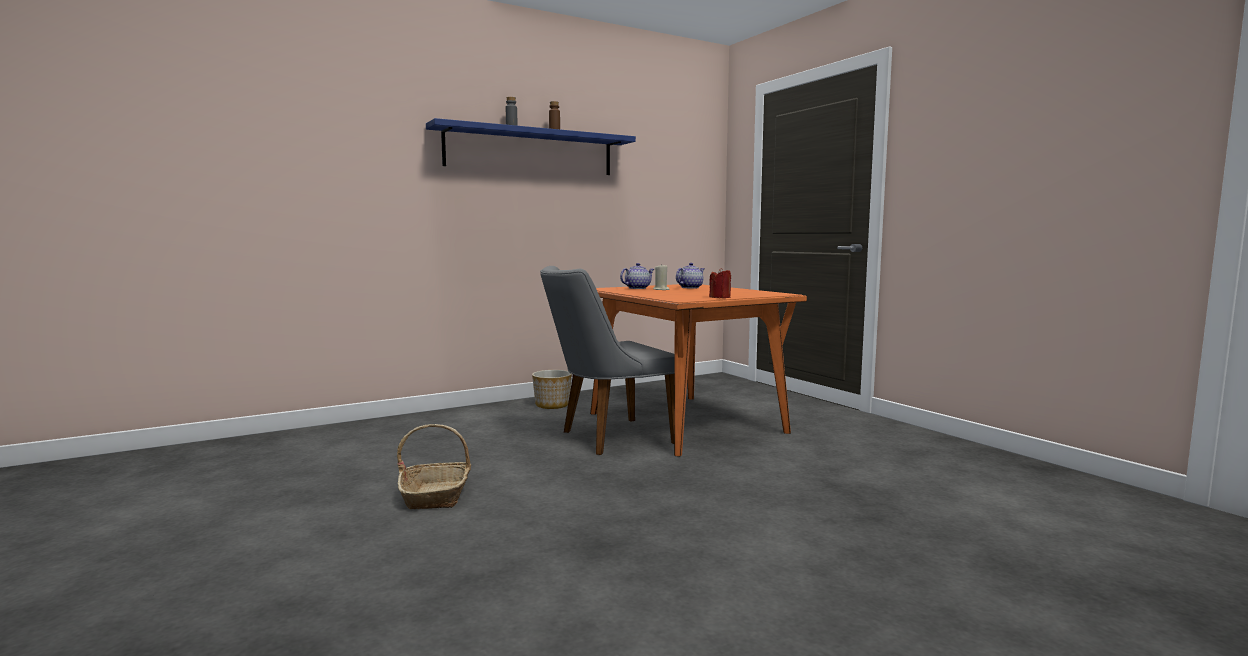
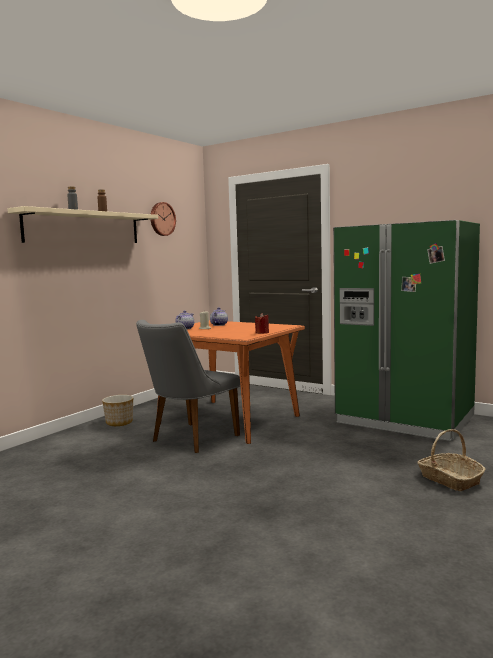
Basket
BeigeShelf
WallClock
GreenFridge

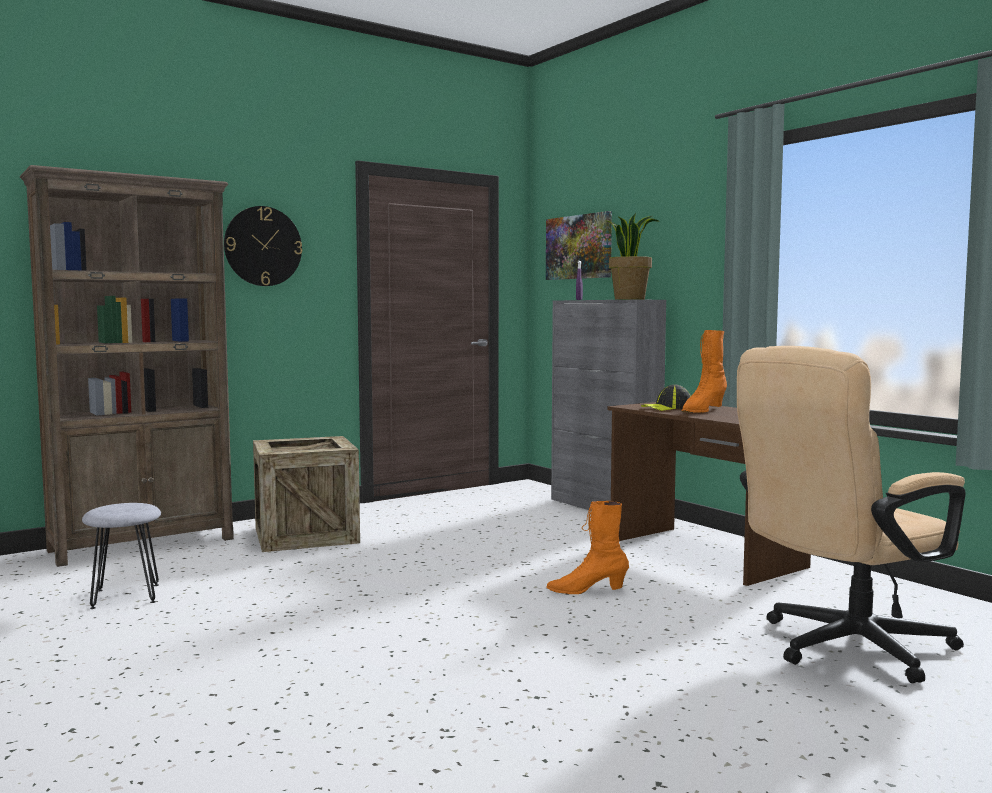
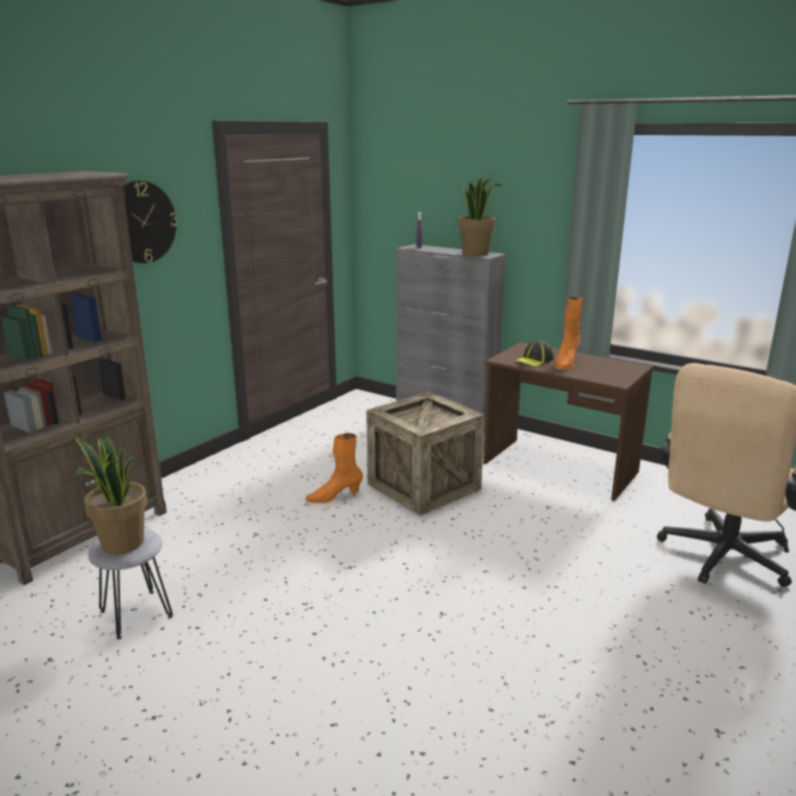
Crate
Picture
OrangeBoot (1st from left)
PottedPlant (1st from left)

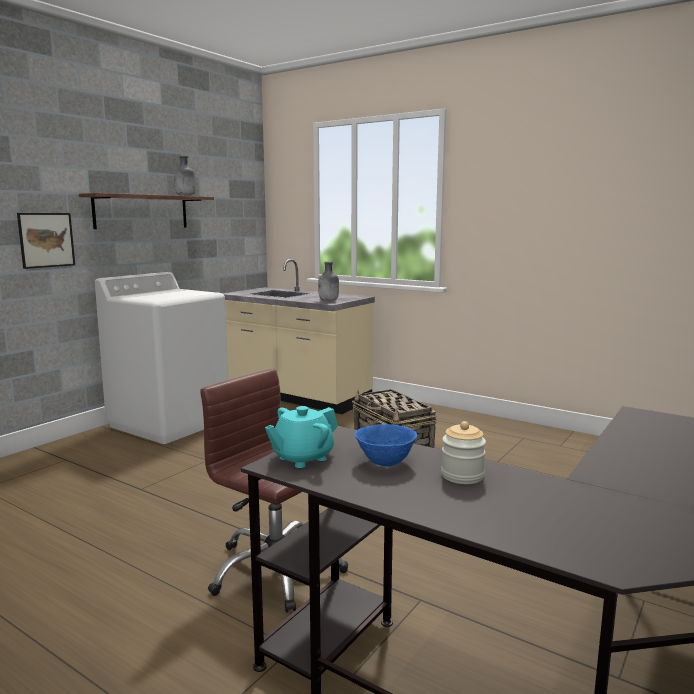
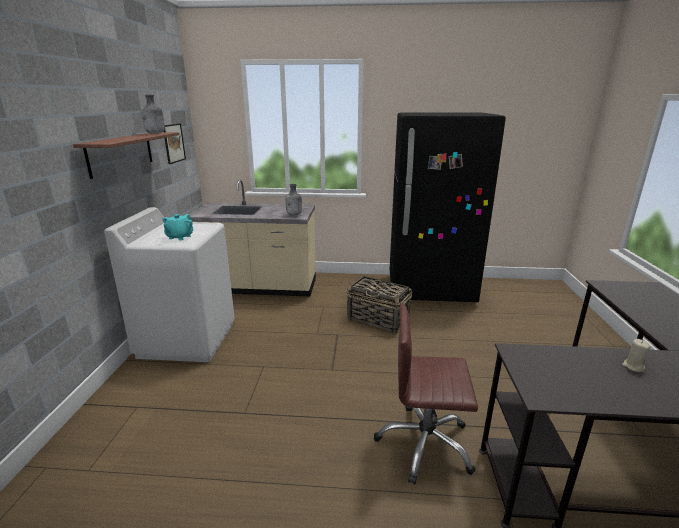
Picture
TurquoiseTeapot
BlueBowl
BeigeCandle
BlackFridge

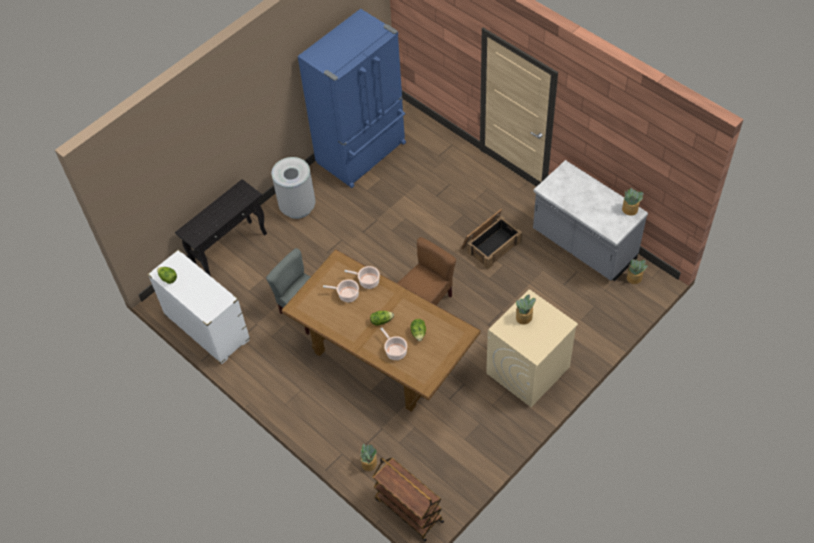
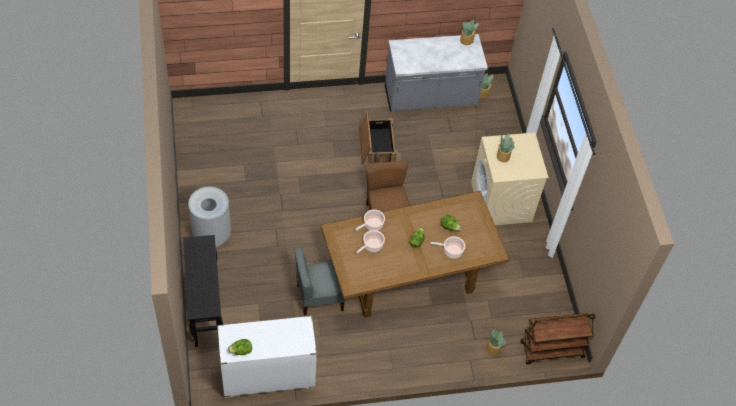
BlueFridge

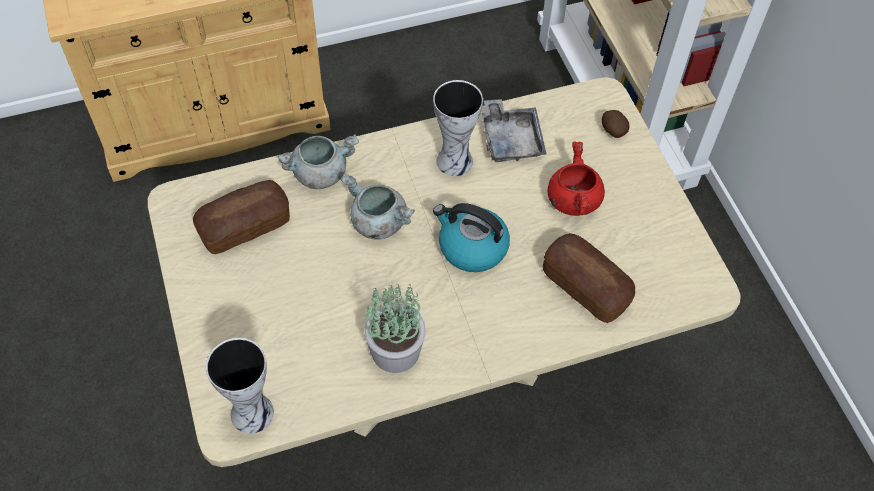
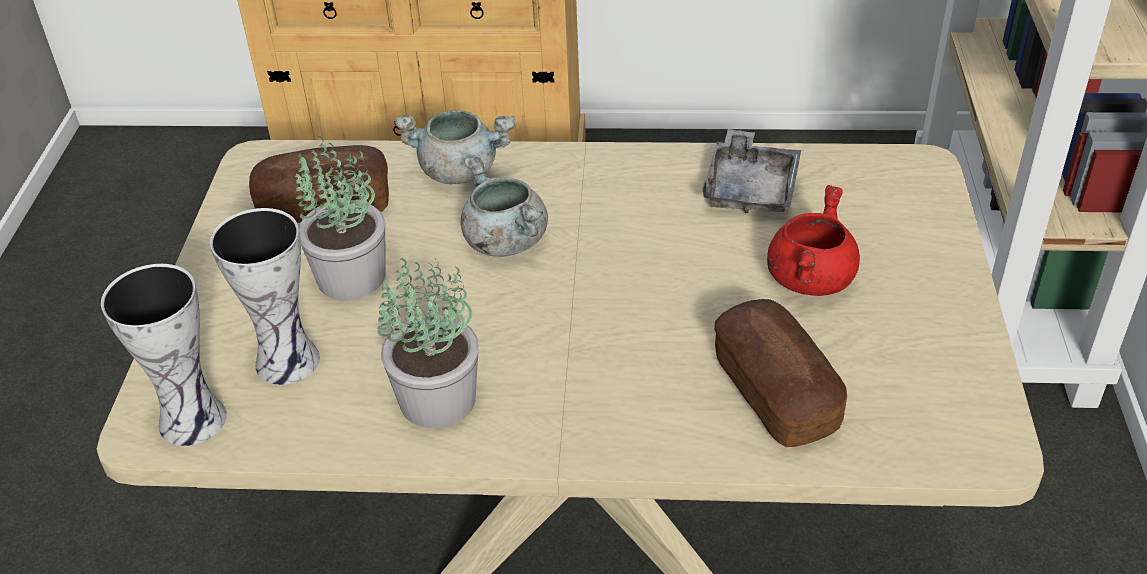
Vase (2nd from left)
Kettle
Potato
PottedPlant (1st from left)

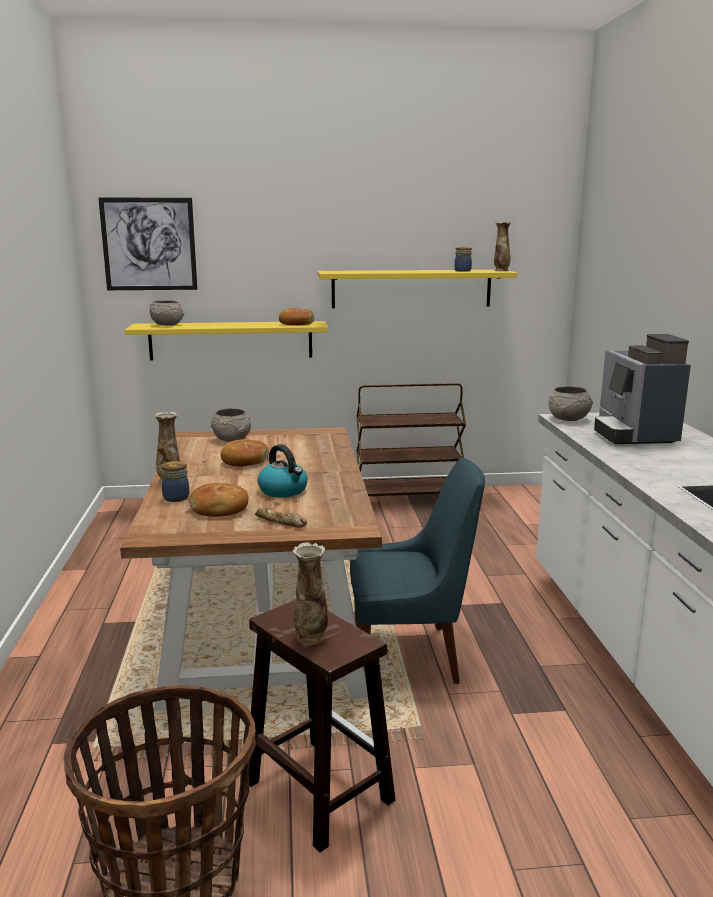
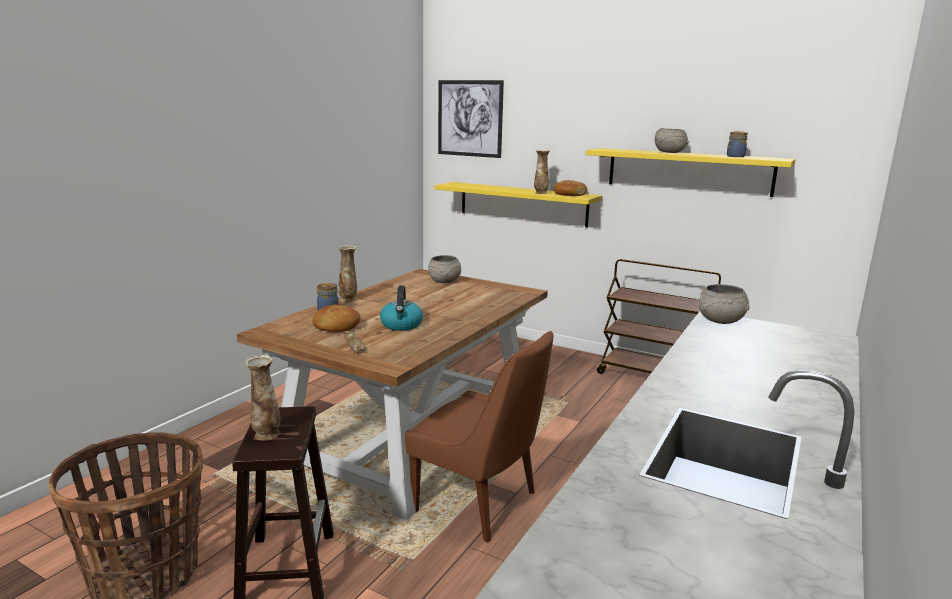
GreyBowl (2nd from left)
Bread (2nd from left in the first image)
BrownChair
Vase (3rd from left)
CoffeeMachine

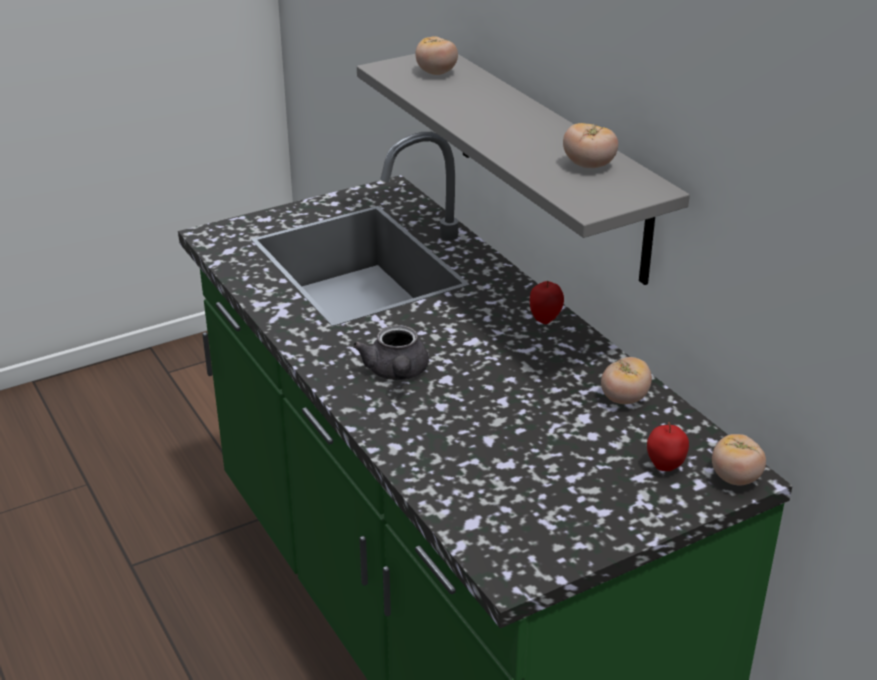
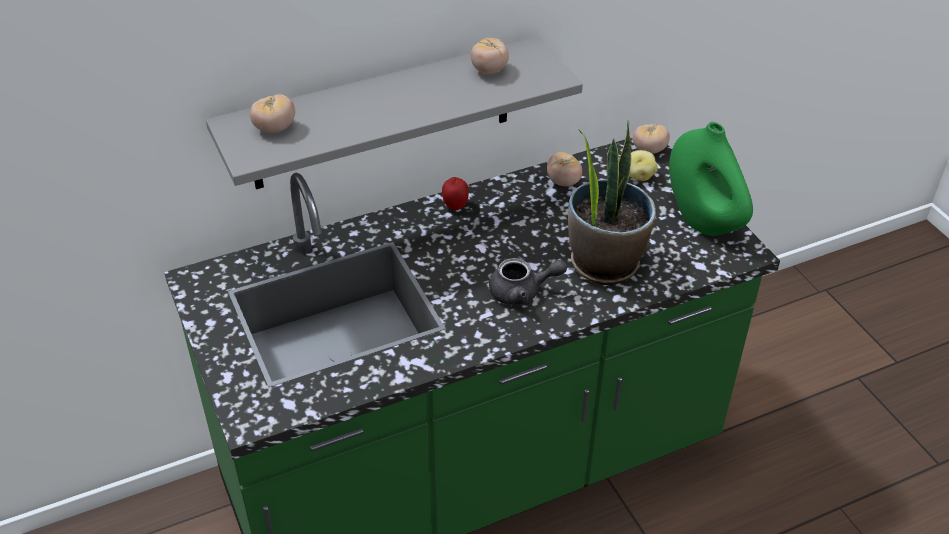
Potato
PottedPlant
GreenVase

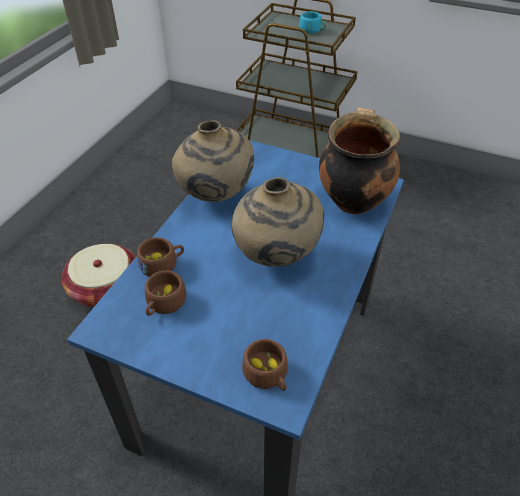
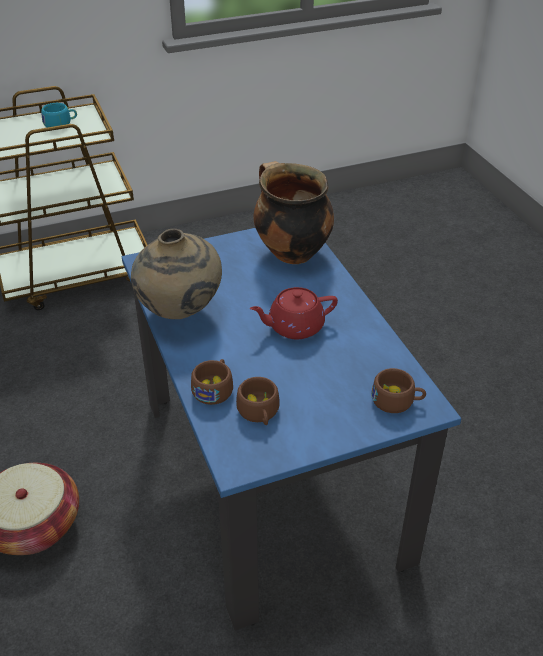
RedTeapot

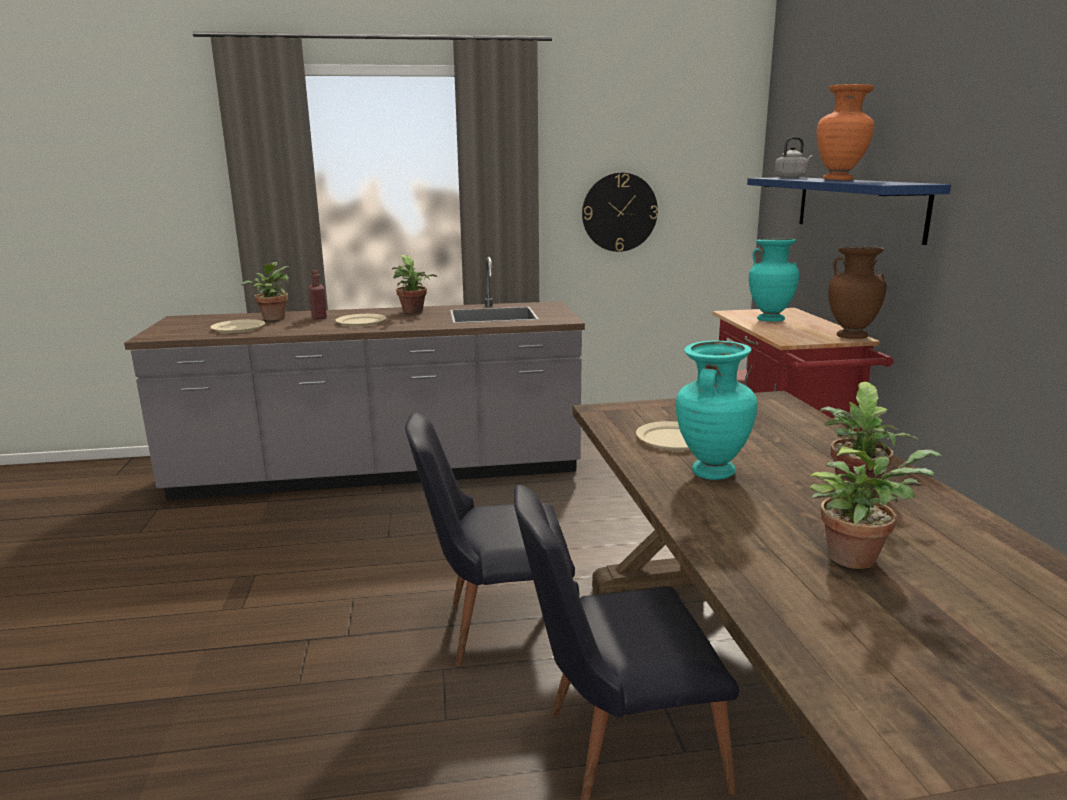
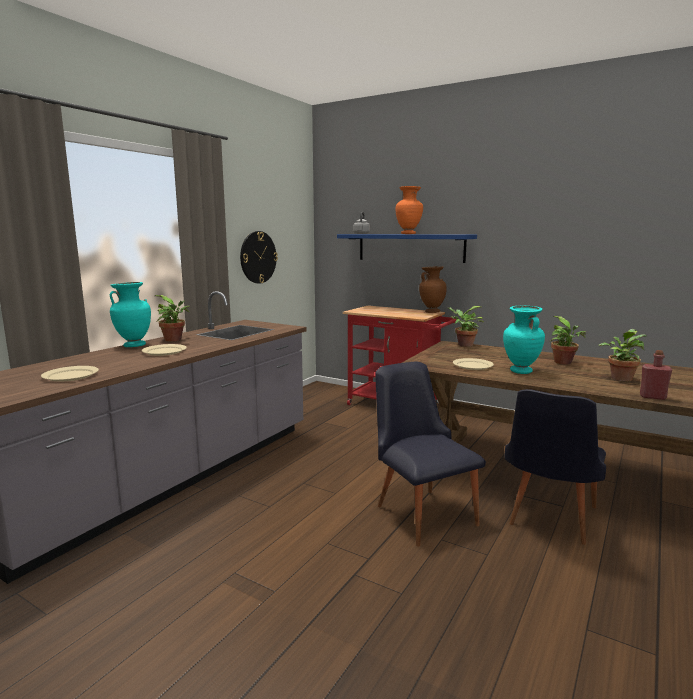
PottedPlant (2nd from left)
RedBottle
BlackChair (1st from left)
TurquoiseVase (1st from left)

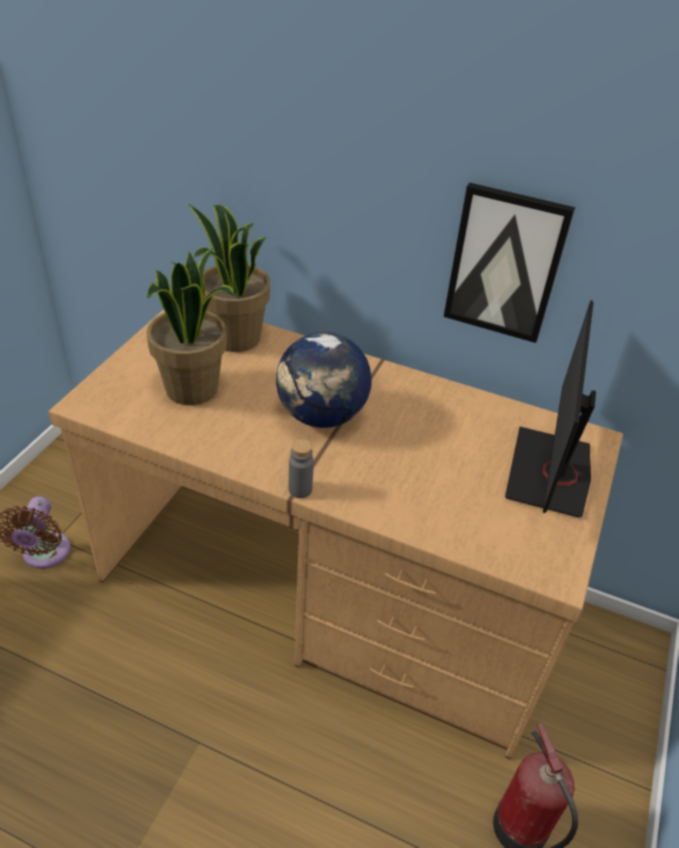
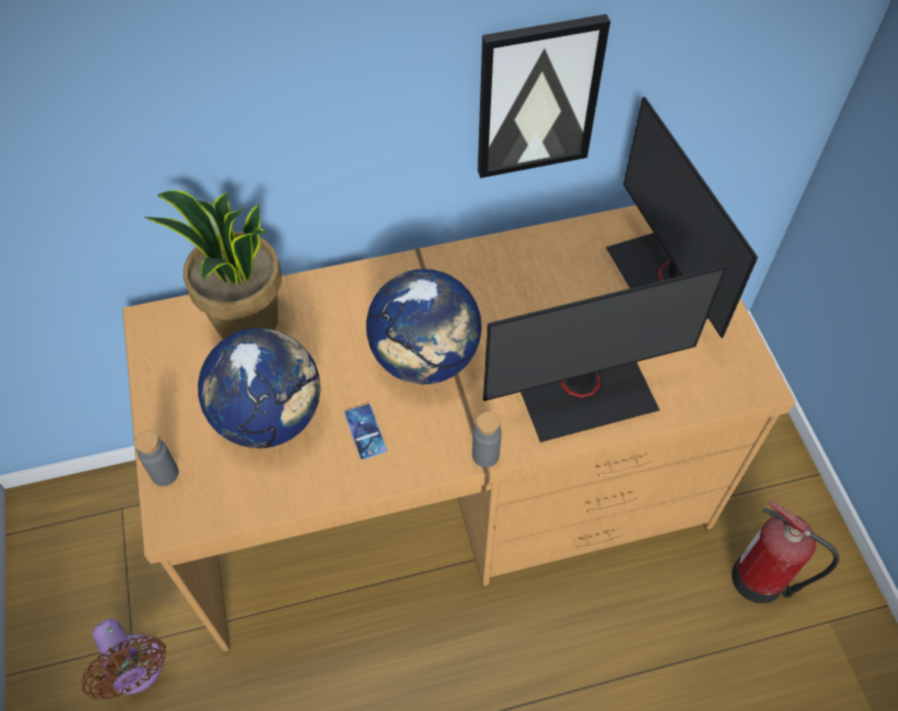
Globe (1st from left)
GreyBottle (1st from left)
Phone
Monitor (1st from left)

